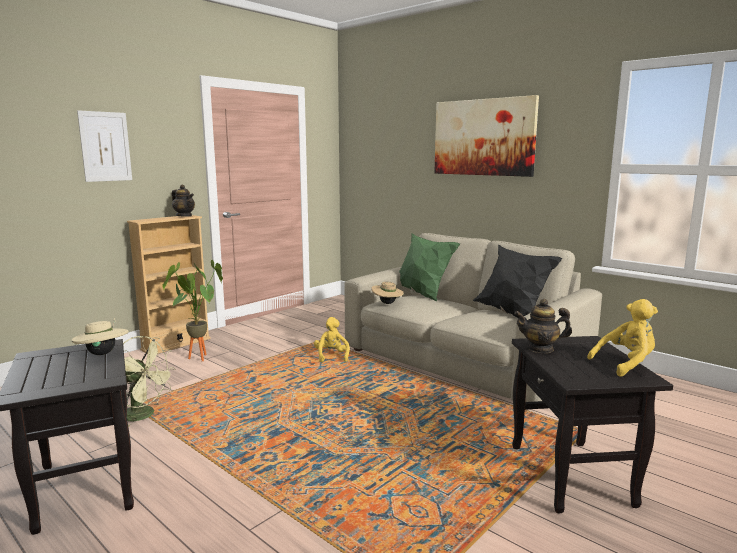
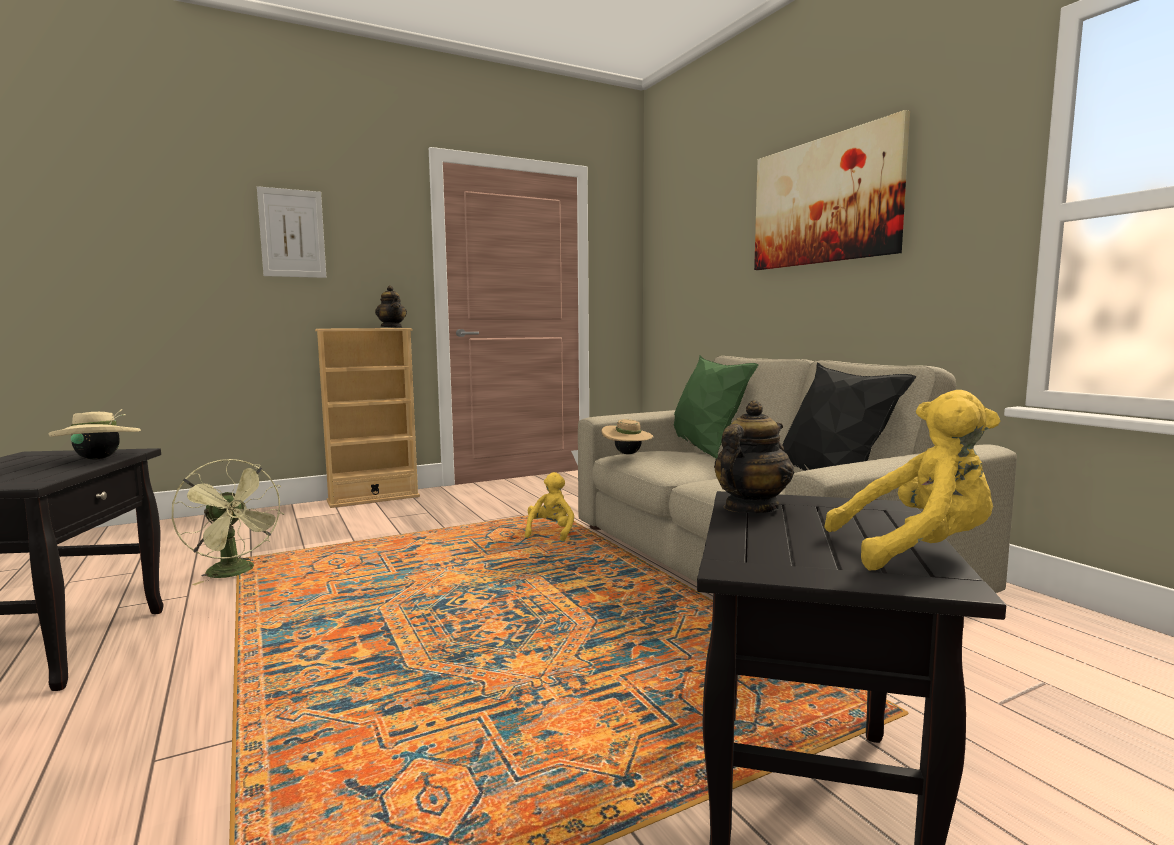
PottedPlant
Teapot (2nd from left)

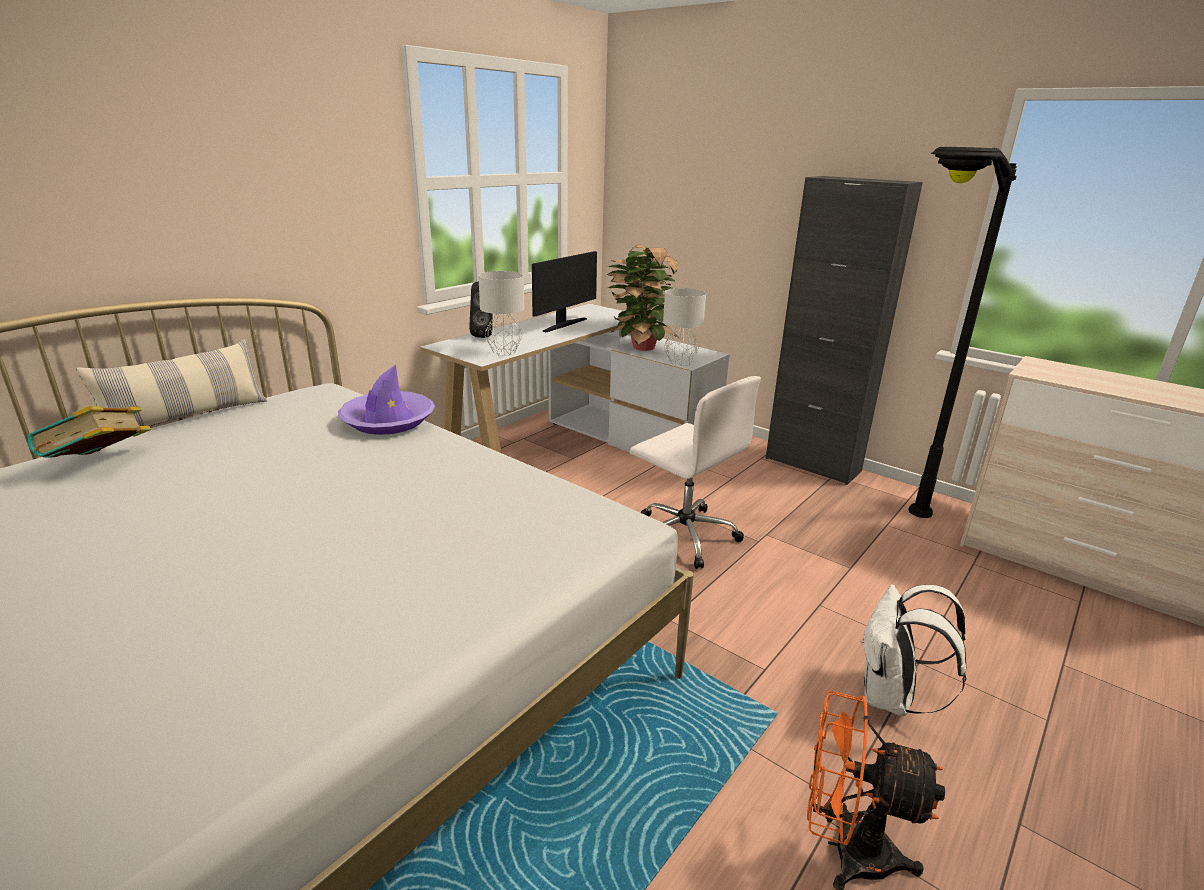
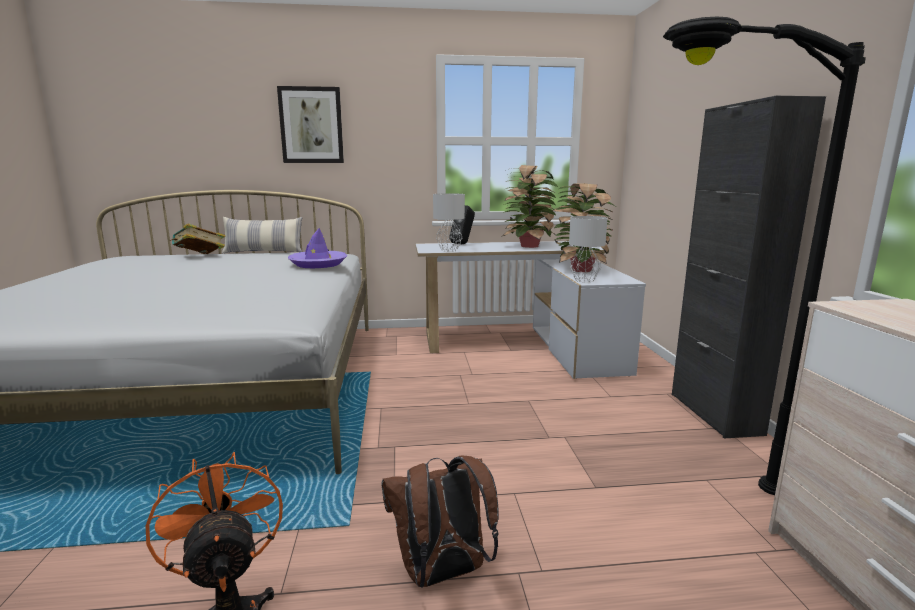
PottedPlant (1st from left)
WhiteOfficeChair
BrownBackpack
Picture

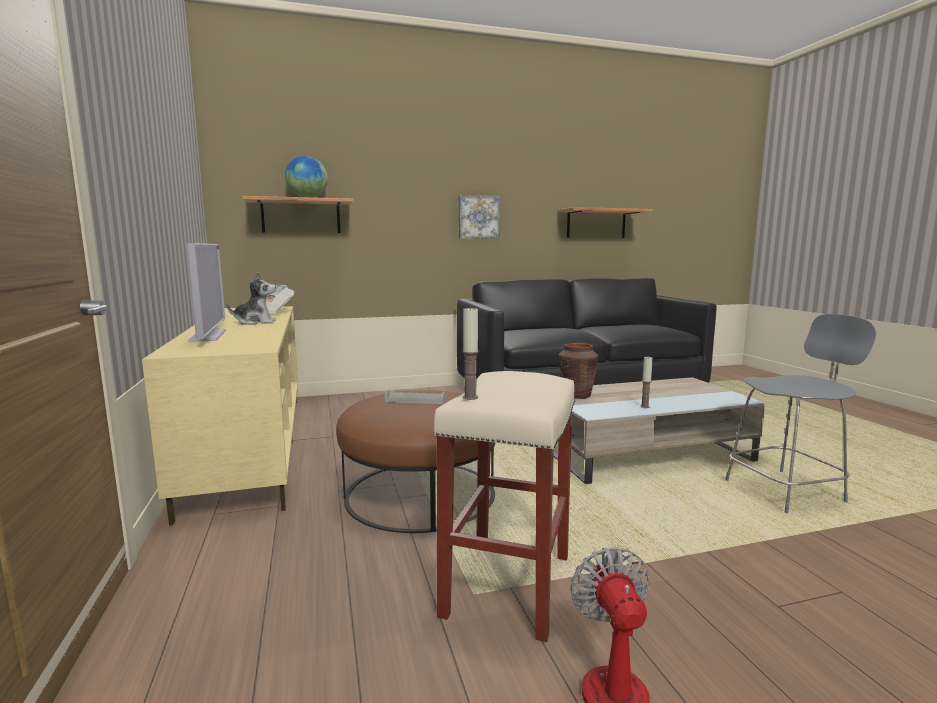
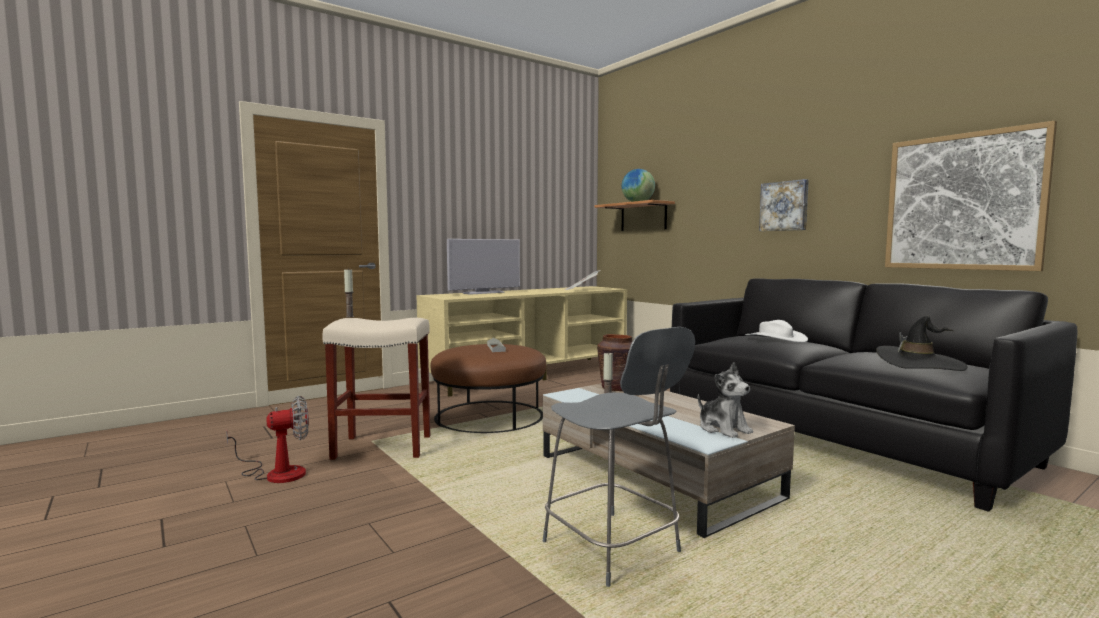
PlushToy
Picture (2nd from left)
WhiteHat
BlackHat

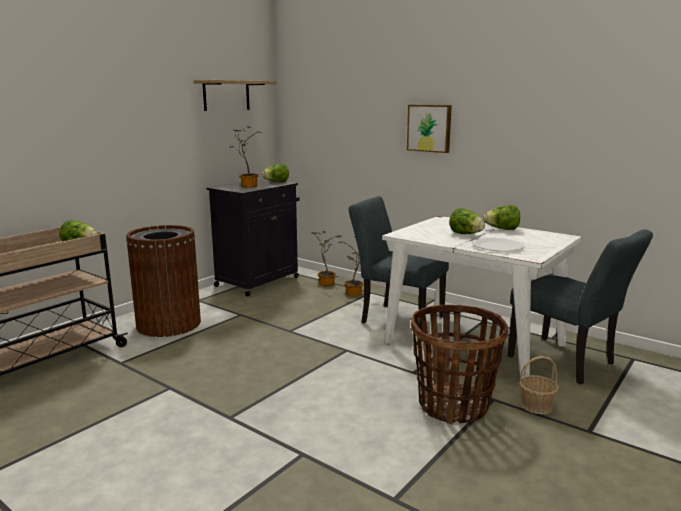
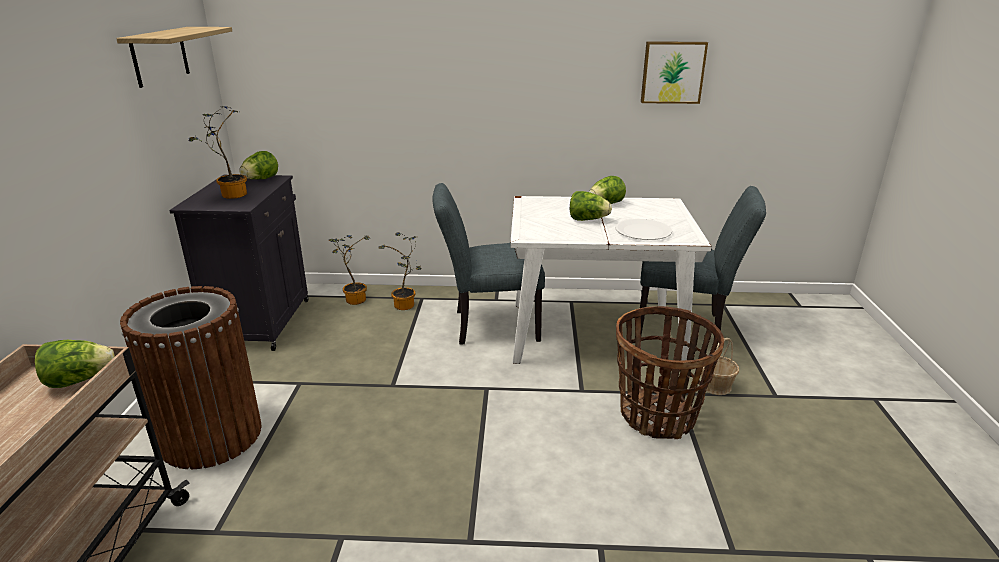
Picture

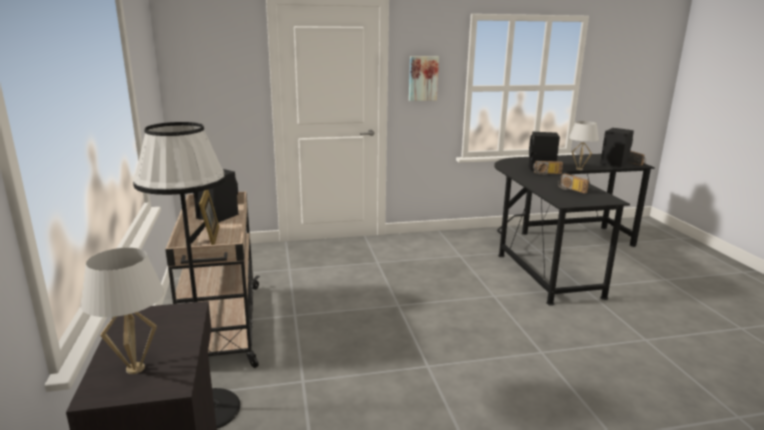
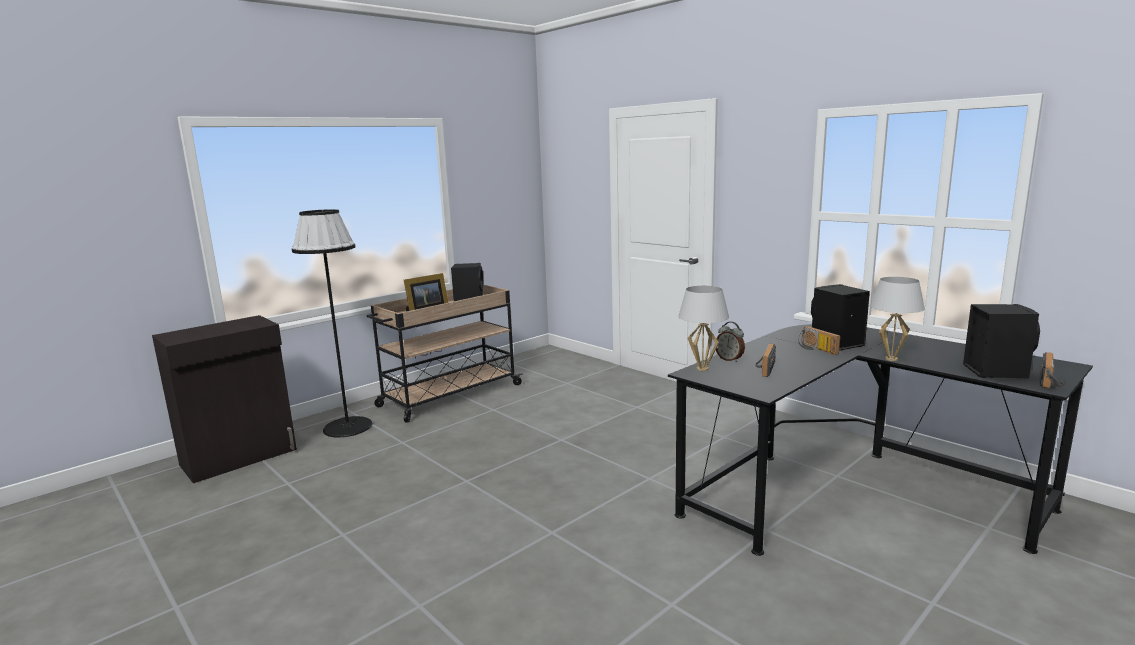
WhiteTableLamp (1st from left)
Picture
AlarmClock

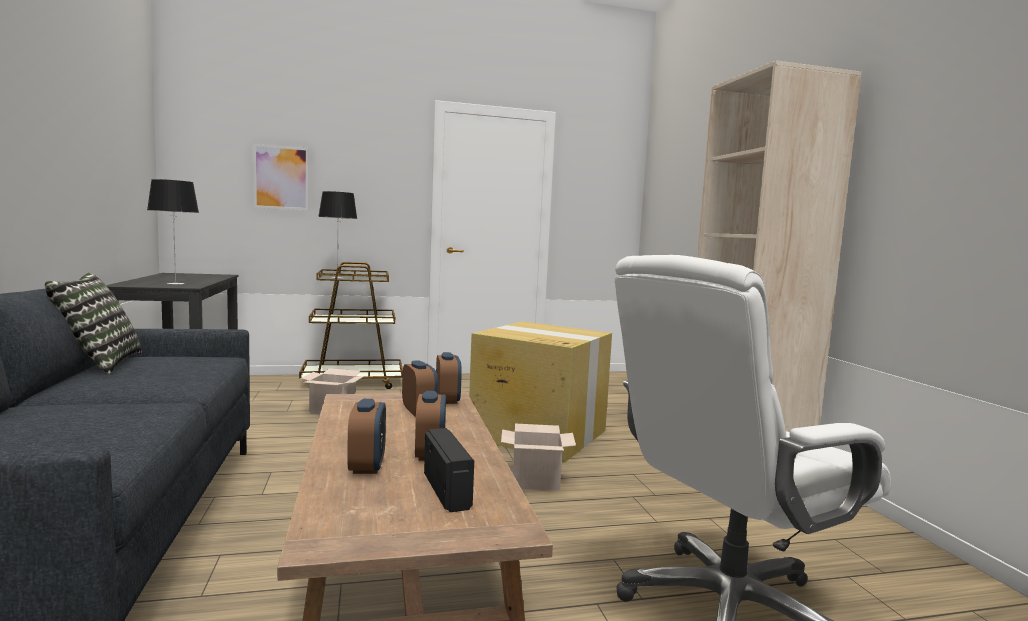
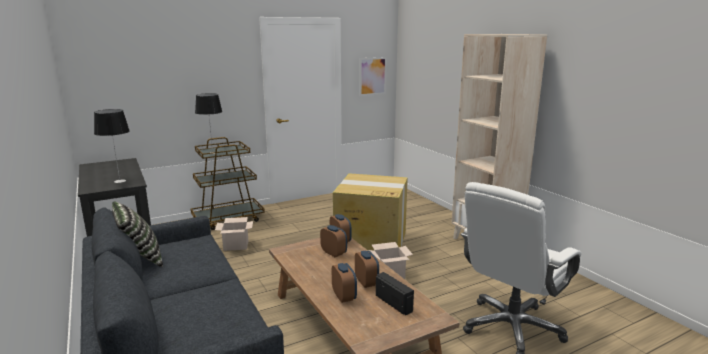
Picture

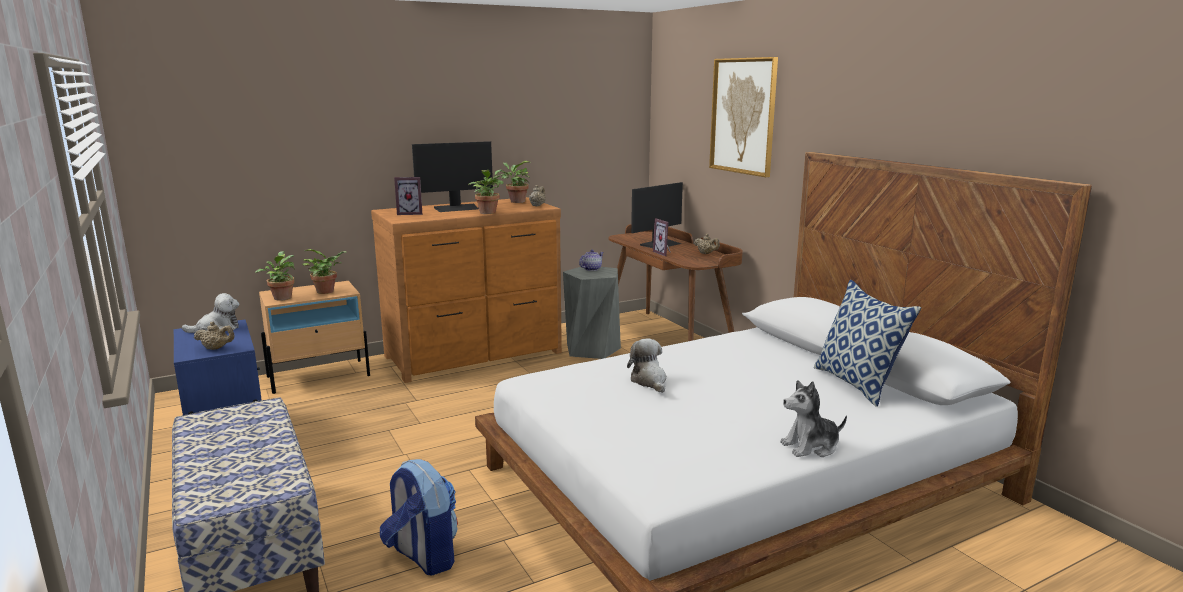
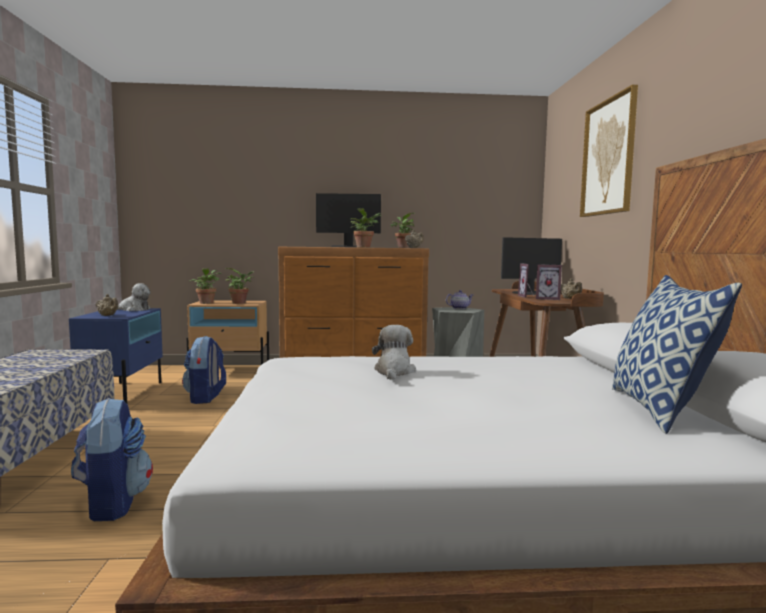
PictureFrame (2nd from left)
PlushToy (3rd from left in the first image)
Backpack (2nd from left)

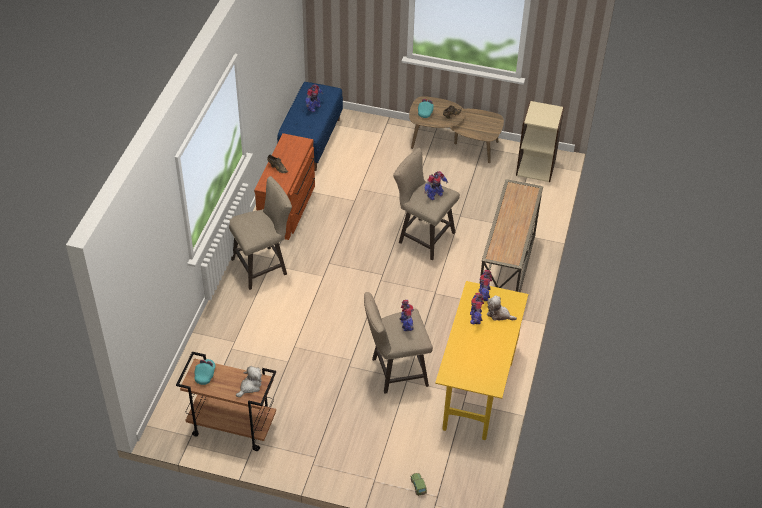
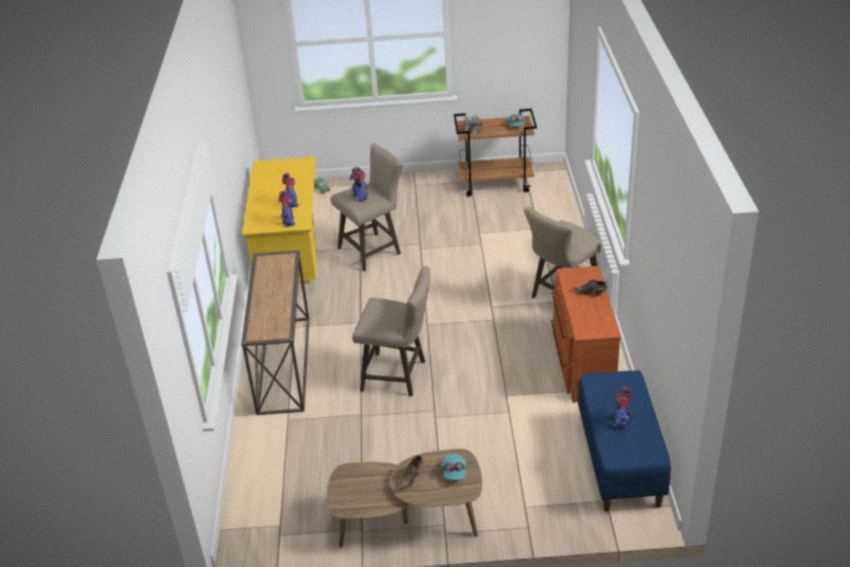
ToyRobot (3rd from left in the first image)
PlushToy (2nd from left in the first image)
BeigeBookcase

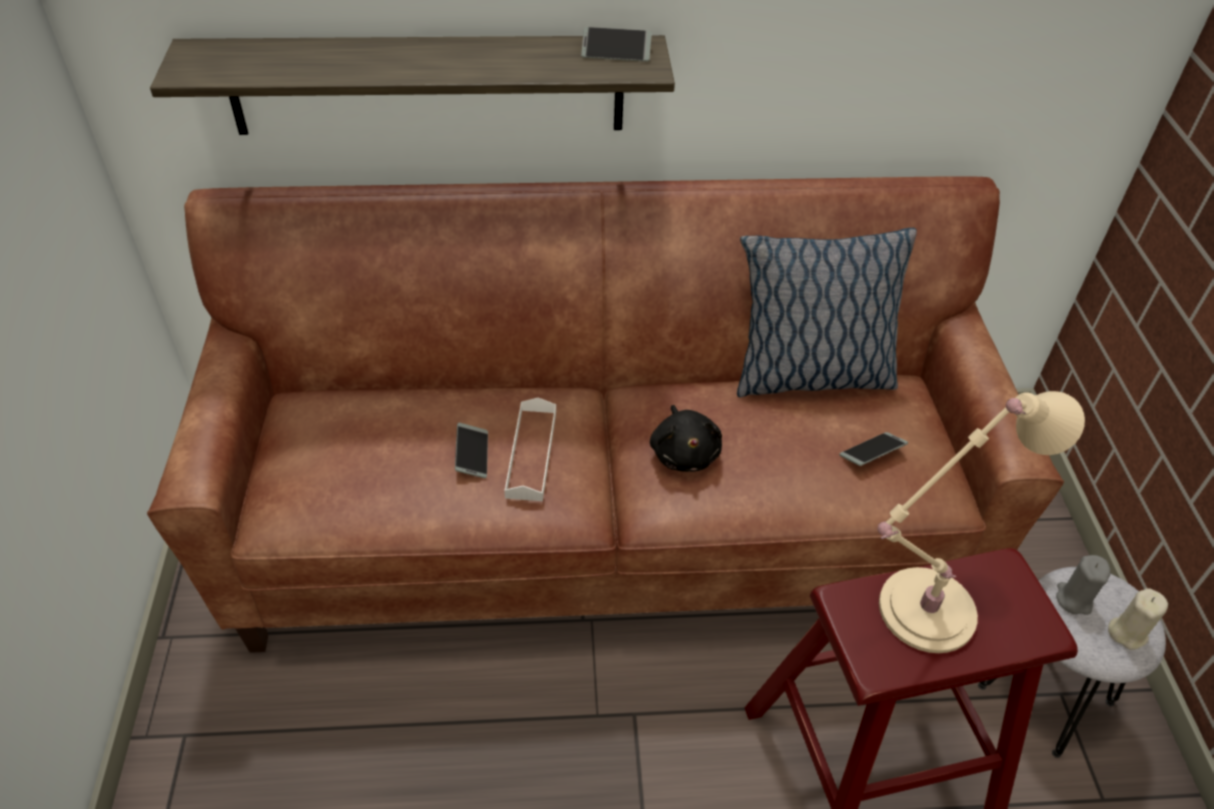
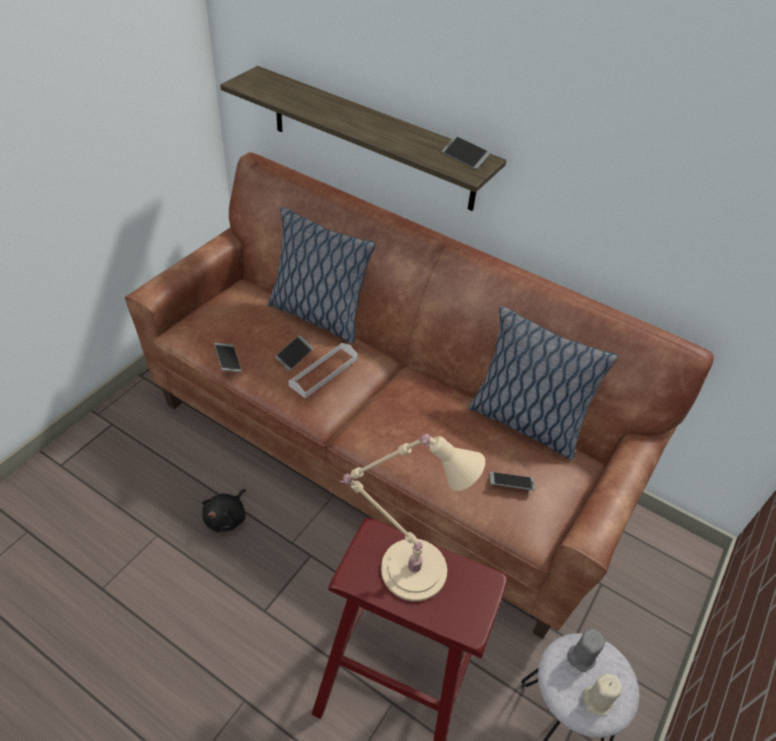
BlackPlushToy
Phone (1st from left)
Pillow (1st from left)

